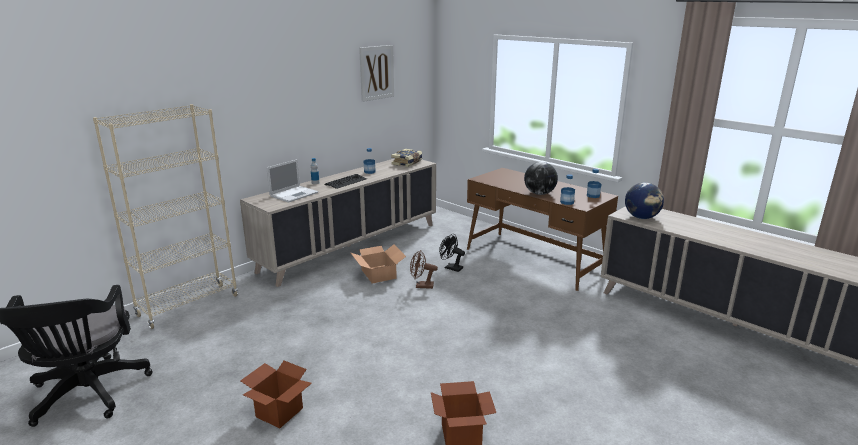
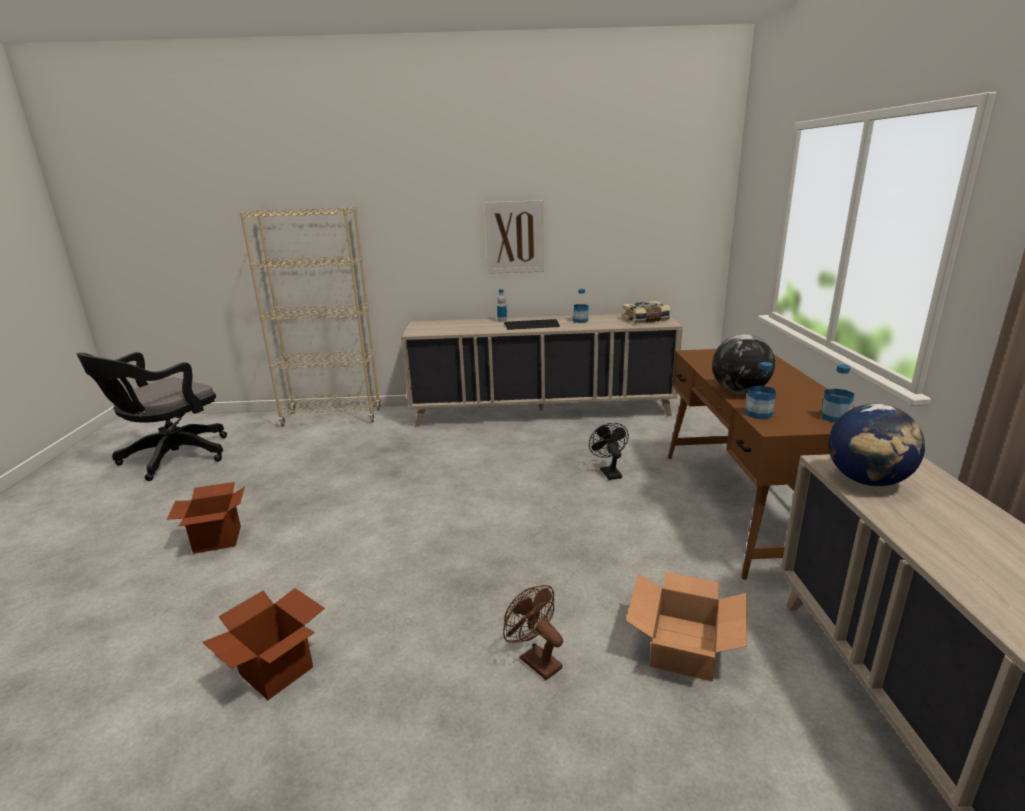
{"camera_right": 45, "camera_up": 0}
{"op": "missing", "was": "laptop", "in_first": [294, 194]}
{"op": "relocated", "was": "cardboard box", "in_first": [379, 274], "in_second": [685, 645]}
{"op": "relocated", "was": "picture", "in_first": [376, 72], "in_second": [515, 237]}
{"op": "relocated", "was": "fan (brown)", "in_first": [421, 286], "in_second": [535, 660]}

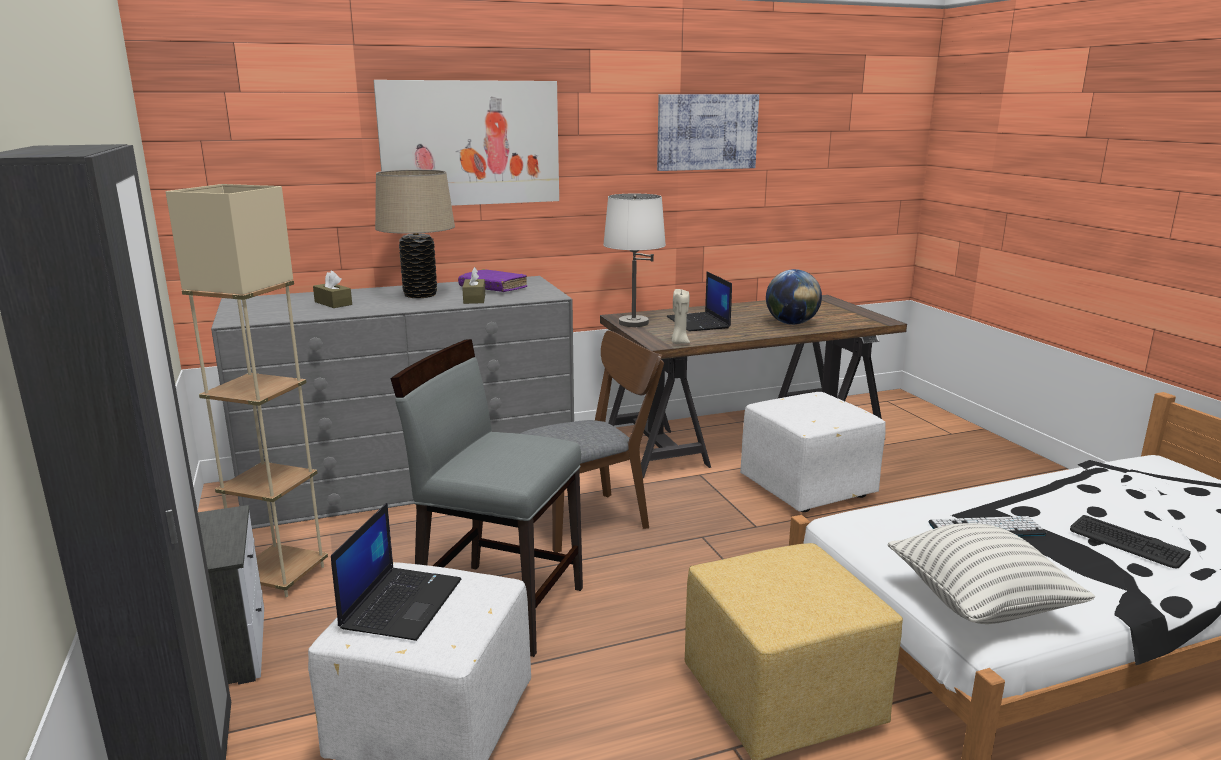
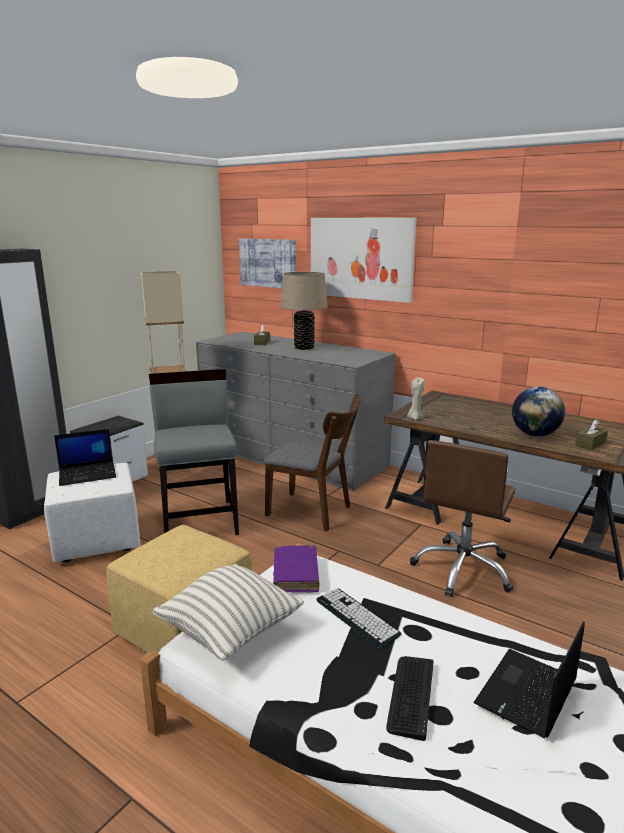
{"camera_right": 55, "camera_up": 0}
{"op": "relocated", "was": "book (purple)", "in_first": [493, 288], "in_second": [296, 575]}
{"op": "relocated", "was": "tissue box (brown)", "in_first": [474, 299], "in_second": [590, 444]}
{"op": "missing", "was": "table lamp (white)", "in_first": [633, 323]}
{"op": "relocated", "was": "picture", "in_first": [707, 132], "in_second": [268, 263]}
{"op": "relocated", "was": "laptop", "in_first": [699, 323], "in_second": [527, 694]}
{"op": "exchanged", "was": "ottoman (white)", "now": "office chair (brown)", "in_first": [807, 490], "in_second": [463, 569]}

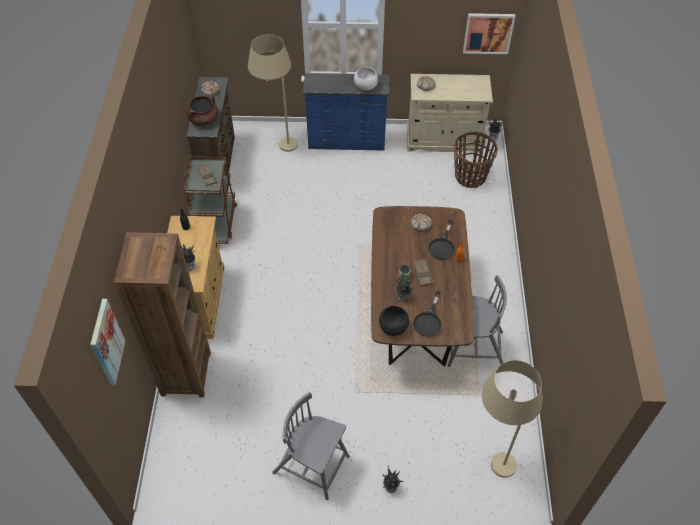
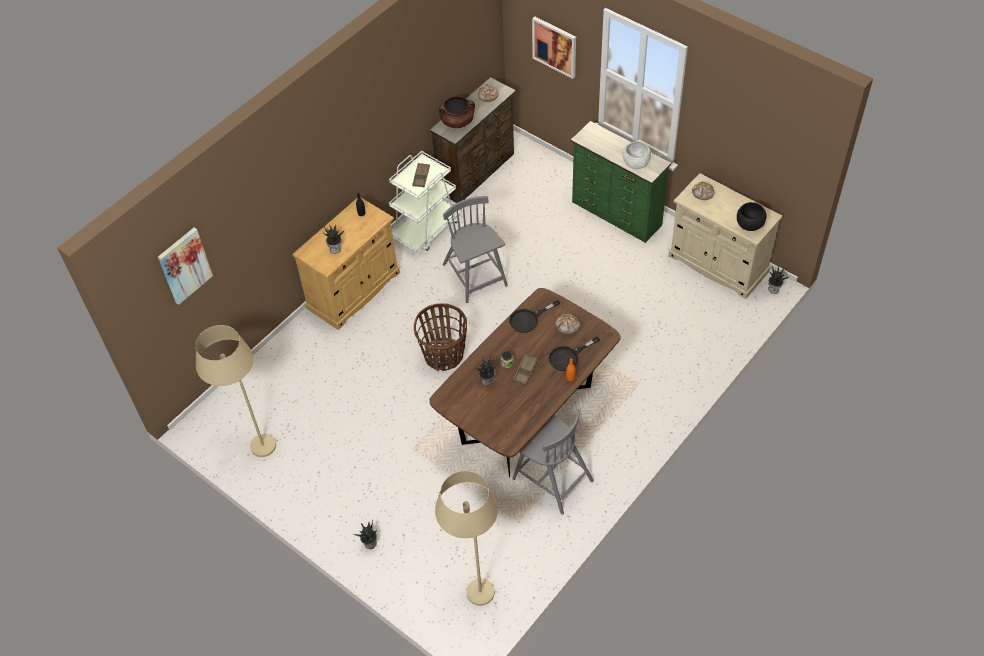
{"camera_right": 40, "camera_up": 0}
{"op": "missing", "was": "bookcase (brown)", "in_first": [186, 373]}
{"op": "colour", "was": "cart (brown)", "now": "cart (white)", "in_first": [215, 223], "in_second": [426, 228]}
{"op": "relocated", "was": "floor lamp (beige)", "in_first": [277, 145], "in_second": [252, 439]}
{"op": "relocated", "was": "chair (grey)", "in_first": [312, 465], "in_second": [475, 276]}
{"op": "colour", "was": "dresser (blue)", "now": "dresser (green)", "in_first": [347, 142], "in_second": [616, 214]}
{"op": "relocated", "was": "bowl (black)", "in_first": [393, 327], "in_second": [749, 225]}
{"op": "relocated", "was": "frying pan (black)", "in_first": [428, 320], "in_second": [528, 319]}
{"op": "relocated", "was": "basket", "in_first": [470, 176], "in_second": [444, 355]}
{"op": "relocated", "was": "picture", "in_first": [488, 33], "in_second": [554, 46]}

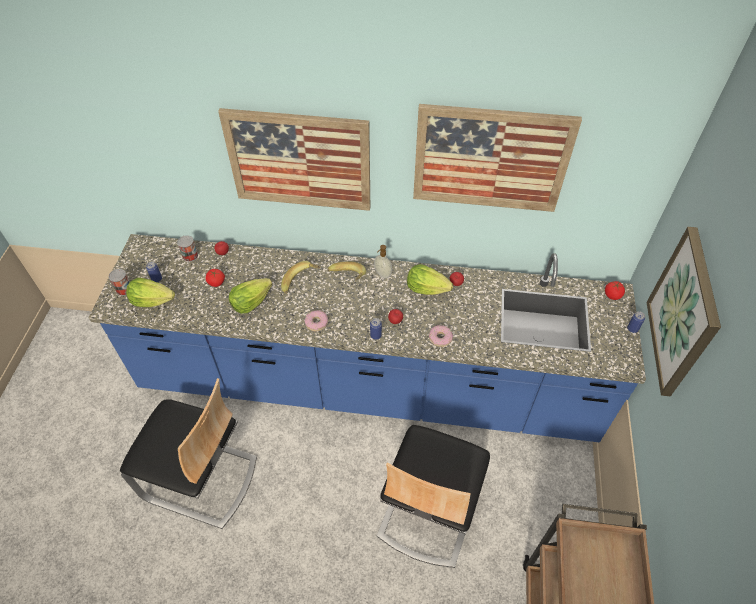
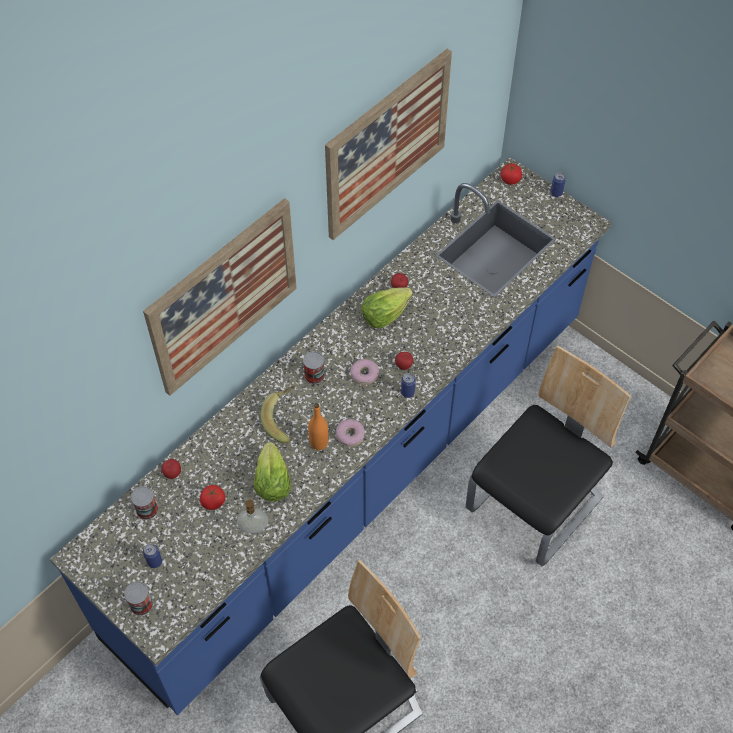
{"camera_right": -55, "camera_up": 5}
{"op": "missing", "was": "lettuce", "in_first": [152, 301]}
{"op": "exchanged", "was": "banana", "now": "can", "in_first": [347, 279], "in_second": [314, 375]}
{"op": "relocated", "was": "soap dispenser", "in_first": [382, 274], "in_second": [254, 529]}
{"op": "spun", "was": "chair", "in_first": [429, 509], "in_second": [535, 504], "clockwise": -105}
{"op": "relocated", "was": "donut", "in_first": [440, 338], "in_second": [364, 374]}
{"op": "missing", "was": "picture", "in_first": [683, 313]}
{"op": "appeared", "now": "bottle (orange)", "in_second": [319, 443]}

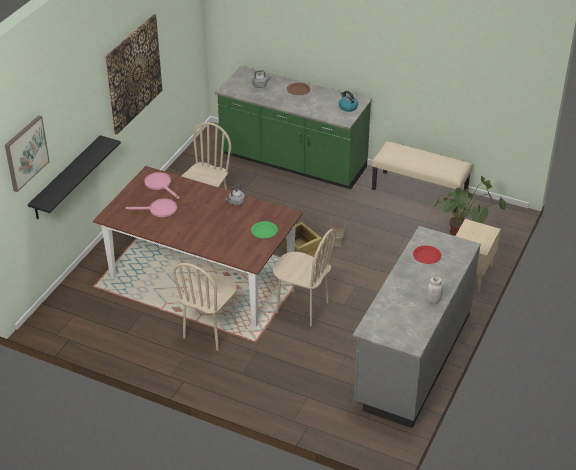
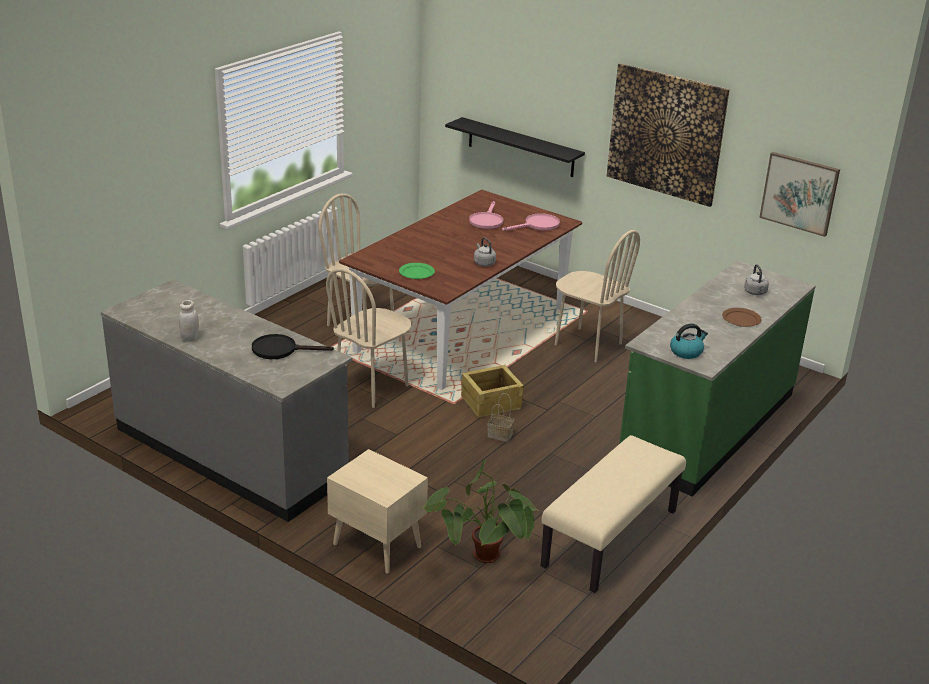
{"camera_right": 100, "camera_up": -10}
{"op": "relocated", "was": "picture", "in_first": [26, 153], "in_second": [799, 193]}
{"op": "exchanged", "was": "plate (red)", "now": "frying pan (black)", "in_first": [426, 256], "in_second": [281, 350]}

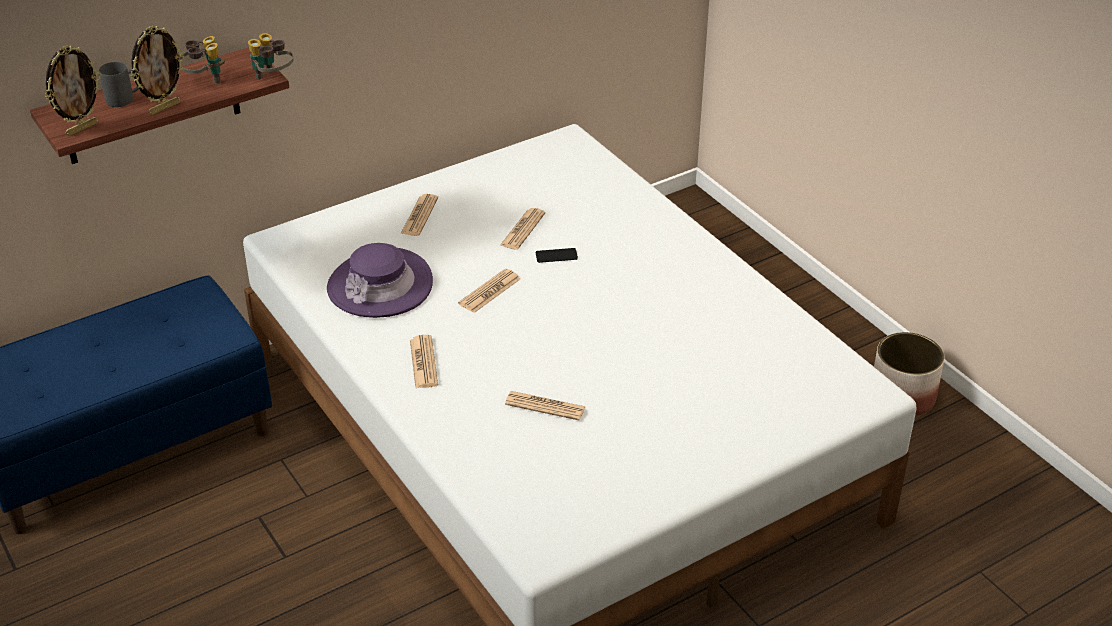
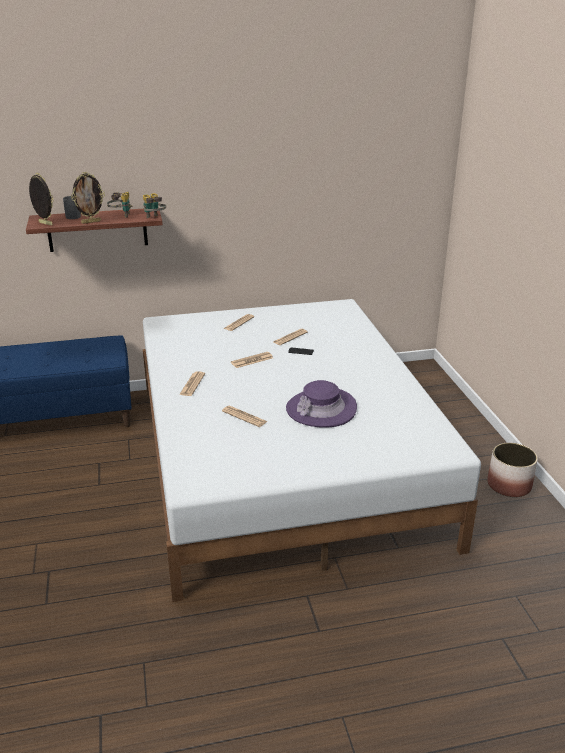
{"camera_right": 20, "camera_up": -10}
{"op": "spun", "was": "picture frame", "in_first": [82, 128], "in_second": [44, 224], "clockwise": -120}
{"op": "relocated", "was": "hat (purple)", "in_first": [380, 285], "in_second": [321, 409]}

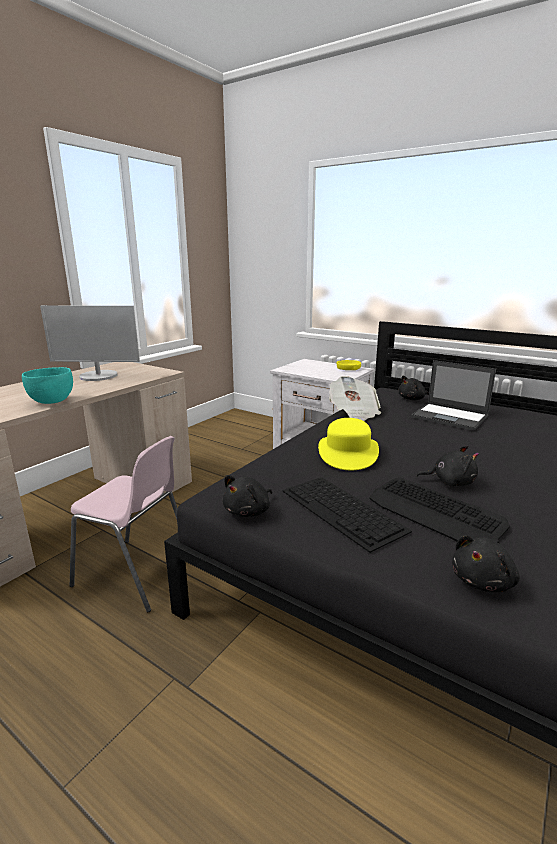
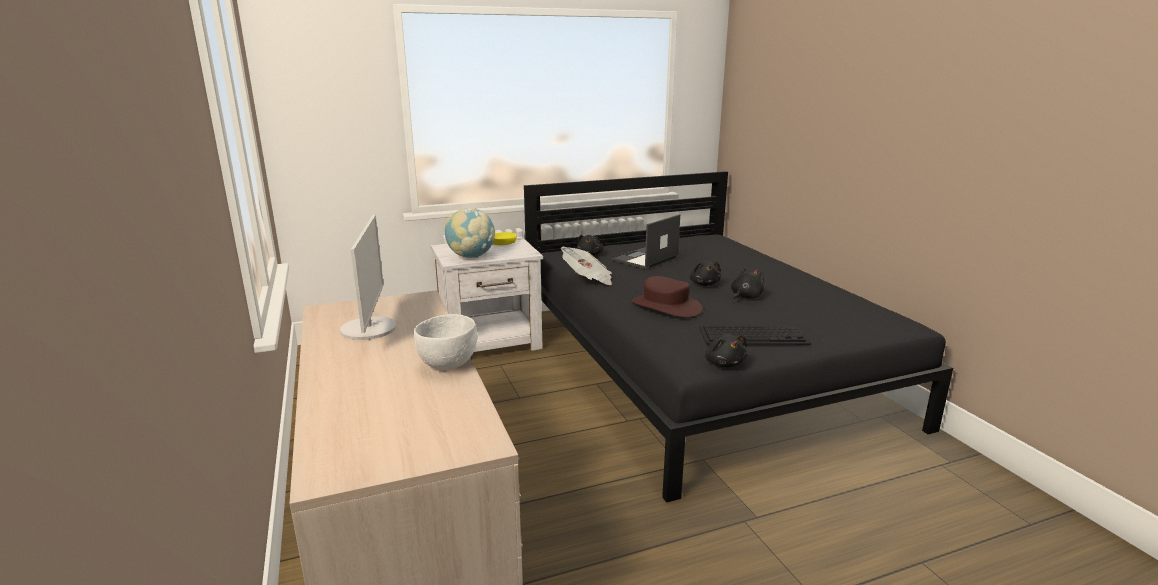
{"camera_right": -55, "camera_up": 0}
{"op": "colour", "was": "bowl (turquoise)", "now": "bowl (white)", "in_first": [52, 402], "in_second": [448, 364]}
{"op": "spun", "was": "monitor", "in_first": [98, 376], "in_second": [369, 329], "clockwise": -45}
{"op": "missing", "was": "chair (pink)", "in_first": [136, 575]}
{"op": "colour", "was": "hat (yellow)", "now": "hat (brown)", "in_first": [348, 452], "in_second": [665, 306]}
{"op": "missing", "was": "keyboard", "in_first": [435, 512]}
{"op": "spun", "was": "laptop", "in_first": [450, 417], "in_second": [645, 259], "clockwise": 150}
{"op": "relocated", "was": "plush toy (black)", "in_first": [483, 581], "in_second": [704, 284]}
{"op": "appeared", "now": "globe", "in_second": [471, 256]}

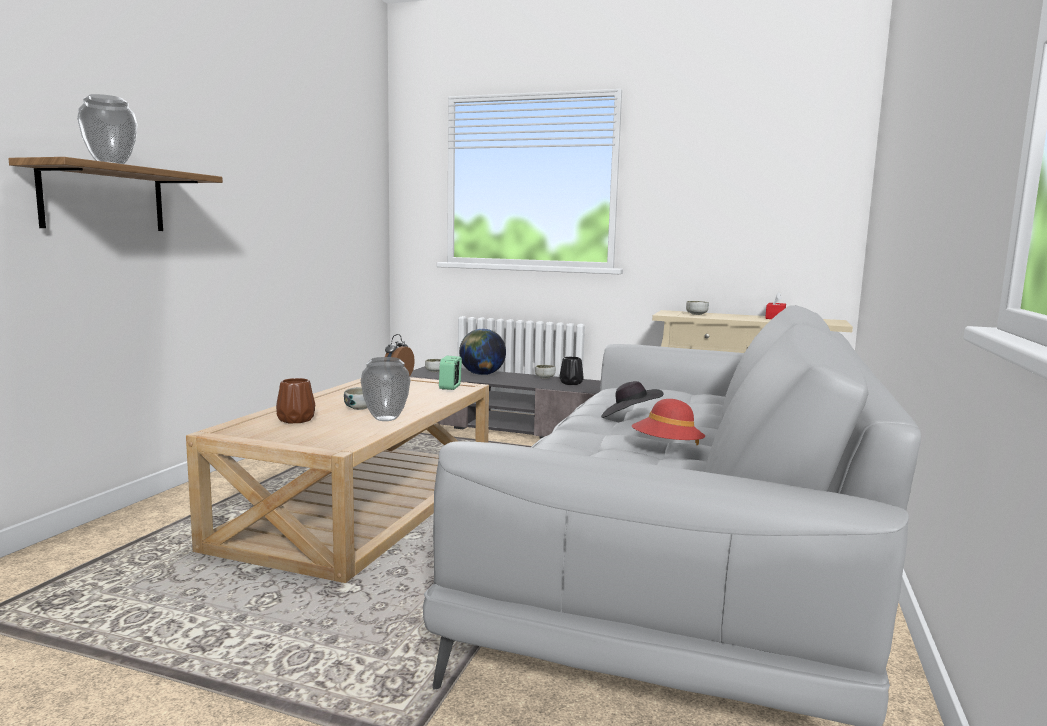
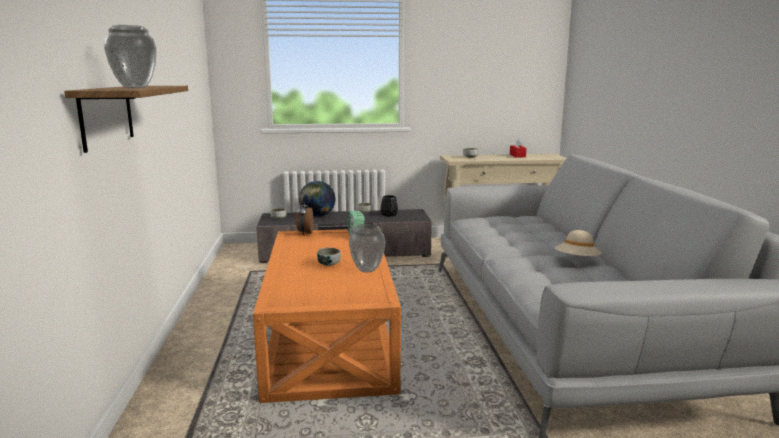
{"camera_right": -25, "camera_up": 5}
{"op": "colour", "was": "coffee table (beige)", "now": "coffee table (orange)", "in_first": [365, 506], "in_second": [331, 335]}
{"op": "missing", "was": "vase (brown)", "in_first": [295, 420]}
{"op": "missing", "was": "hat (black)", "in_first": [629, 418]}
{"op": "colour", "was": "hat (red)", "now": "hat (beige)", "in_first": [667, 448], "in_second": [577, 261]}

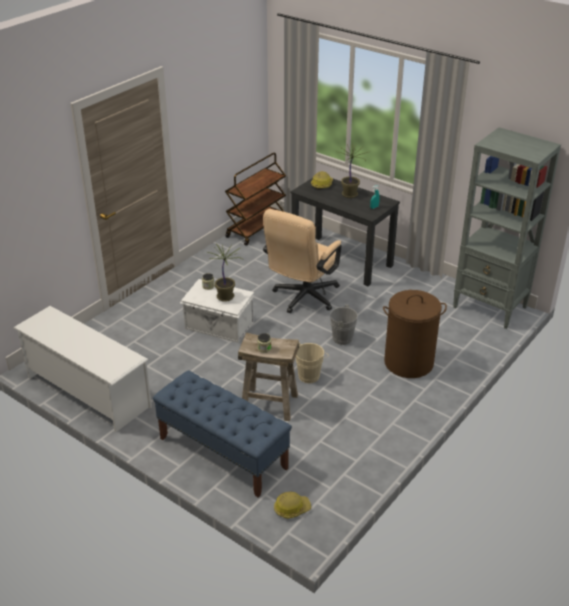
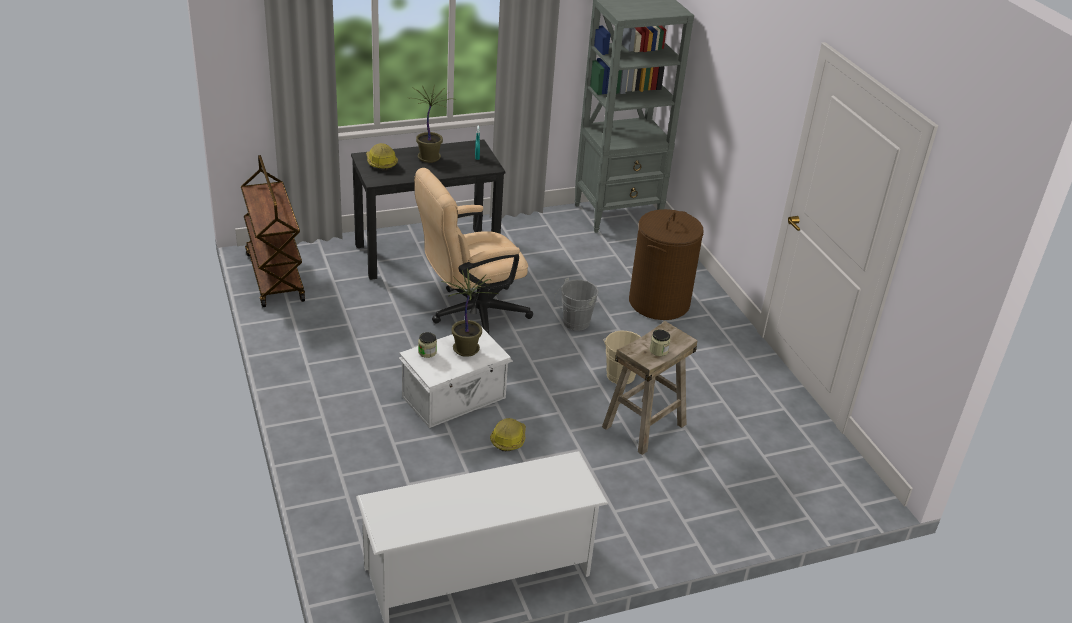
{"camera_right": -60, "camera_up": 0}
{"op": "missing", "was": "bench (blue)", "in_first": [222, 453]}
{"op": "spun", "was": "office chair (beige)", "in_first": [302, 298], "in_second": [470, 313], "clockwise": 90}
{"op": "relocated", "was": "hard hat", "in_first": [291, 508], "in_second": [508, 439]}

